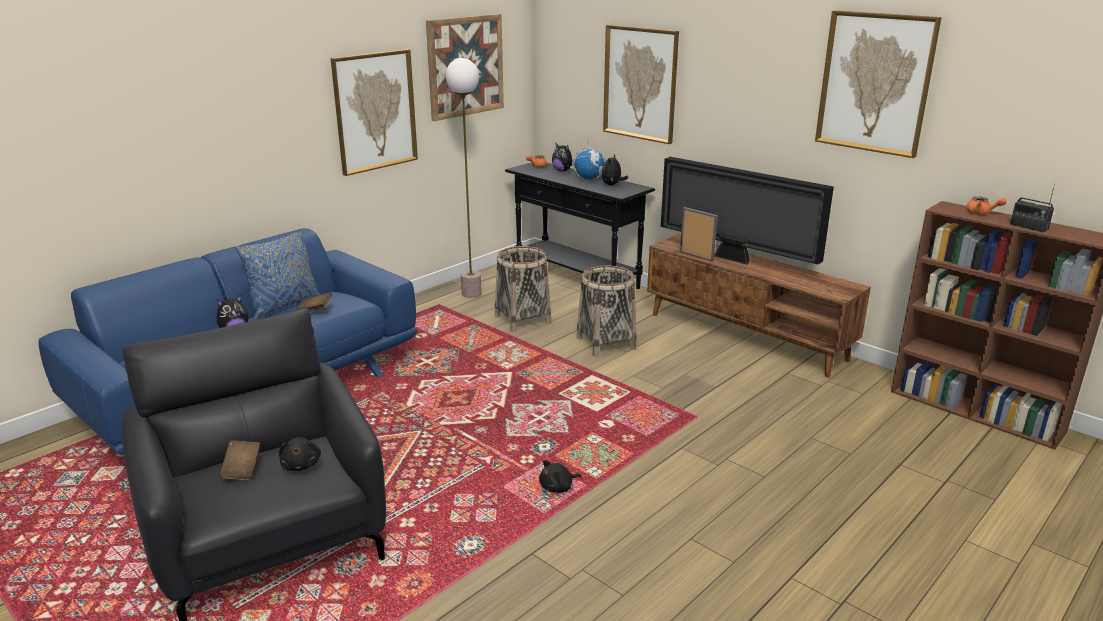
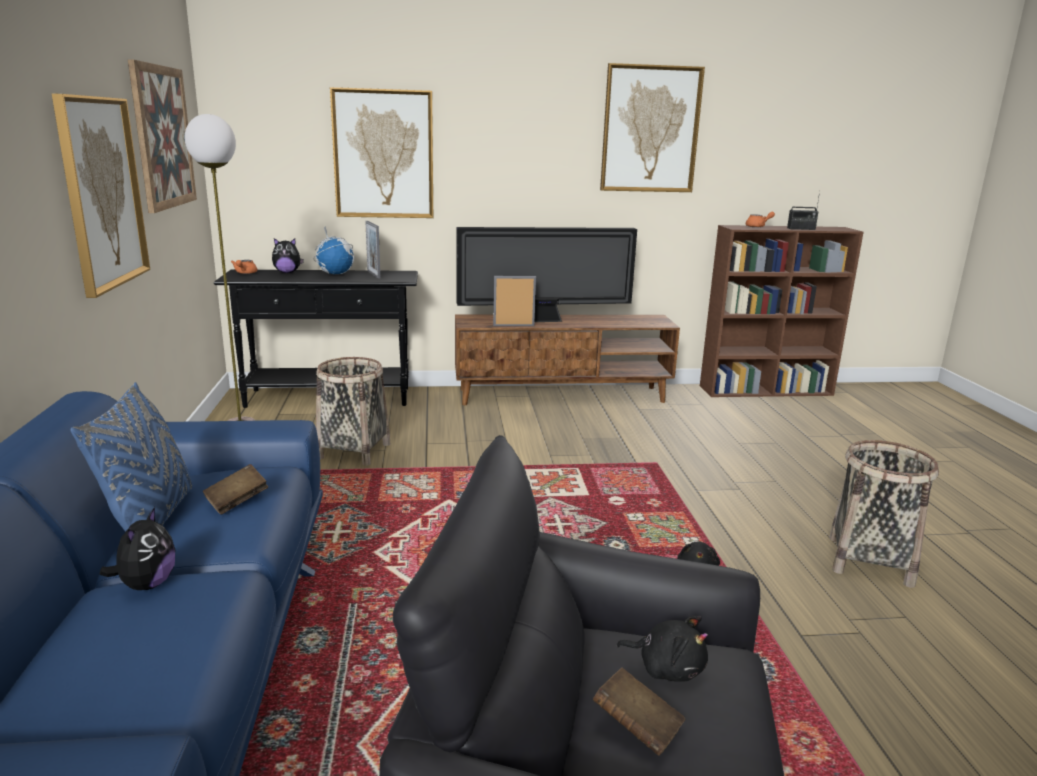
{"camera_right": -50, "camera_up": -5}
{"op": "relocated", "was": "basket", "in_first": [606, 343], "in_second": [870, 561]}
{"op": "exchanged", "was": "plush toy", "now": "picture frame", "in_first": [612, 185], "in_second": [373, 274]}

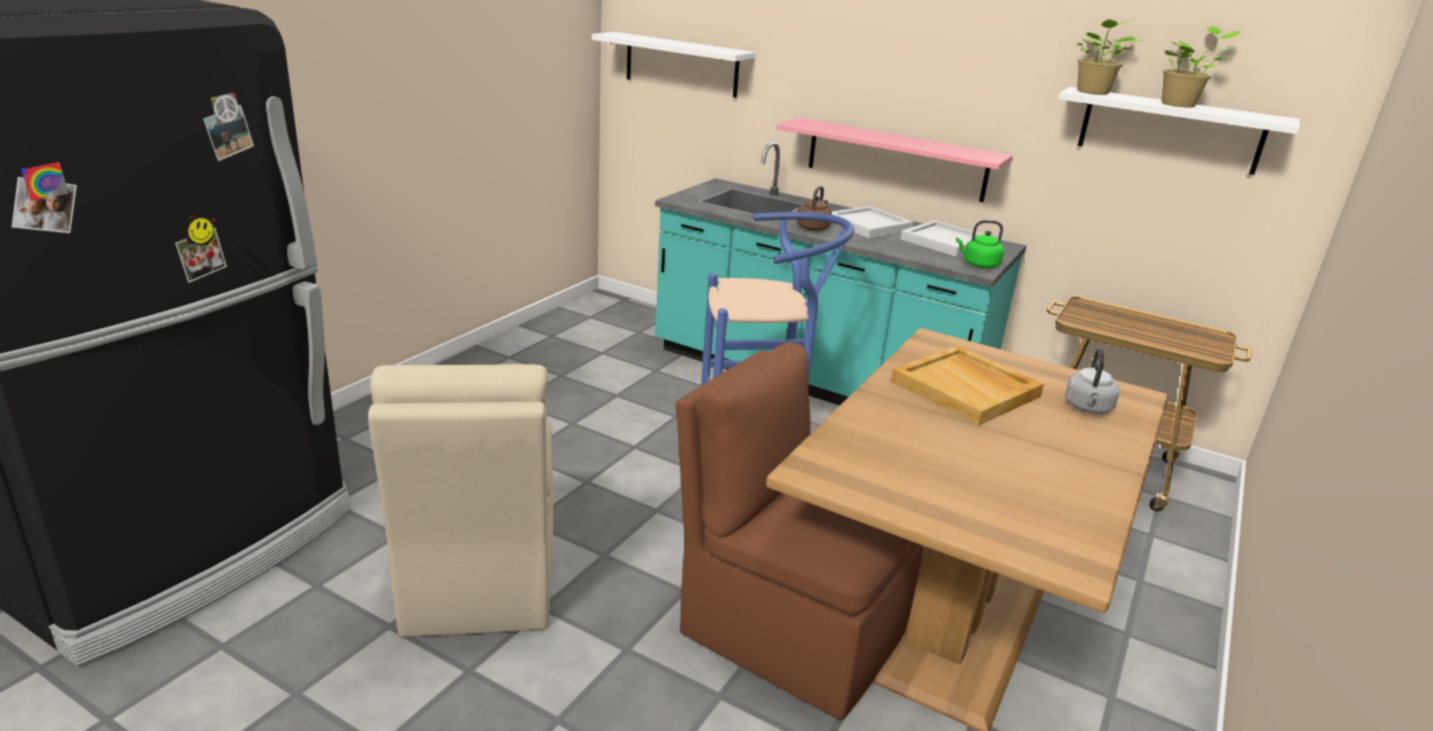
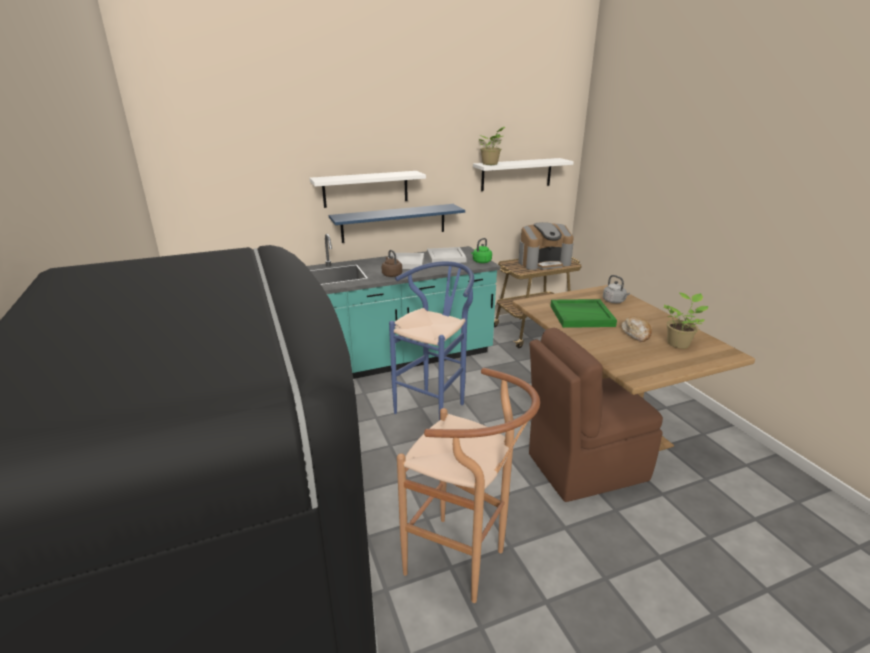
{"camera_right": -50, "camera_up": 0}
{"op": "exchanged", "was": "chair (beige)", "now": "stool (brown)", "in_first": [479, 578], "in_second": [464, 564]}
{"op": "relocated", "was": "shelf (white)", "in_first": [681, 65], "in_second": [365, 189]}
{"op": "colour", "was": "shelf (pink)", "now": "shelf (blue)", "in_first": [896, 159], "in_second": [394, 223]}
{"op": "colour", "was": "tray (beige)", "now": "tray (green)", "in_first": [967, 389], "in_second": [582, 315]}
{"op": "relocated", "was": "potted plant", "in_first": [1180, 105], "in_second": [678, 343]}
{"op": "appeared", "now": "coffee machine", "in_second": [543, 262]}
{"op": "appeared", "now": "bread", "in_second": [636, 334]}

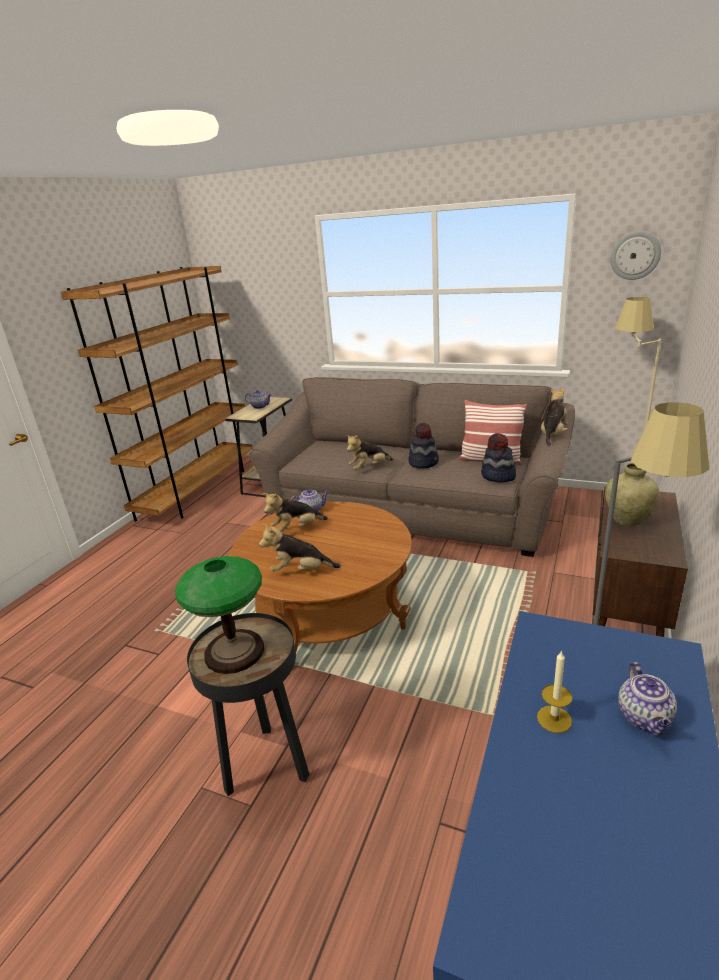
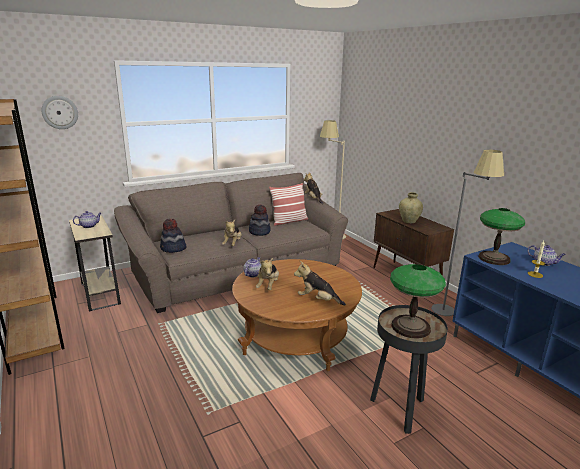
{"camera_right": -55, "camera_up": -5}
{"op": "spun", "was": "plush toy", "in_first": [300, 571], "in_second": [318, 300], "clockwise": 75}
{"op": "relocated", "was": "hat", "in_first": [498, 476], "in_second": [173, 249]}
{"op": "relocated", "was": "wall clock", "in_first": [635, 255], "in_second": [60, 112]}
{"op": "appeared", "now": "table lamp", "in_second": [493, 258]}

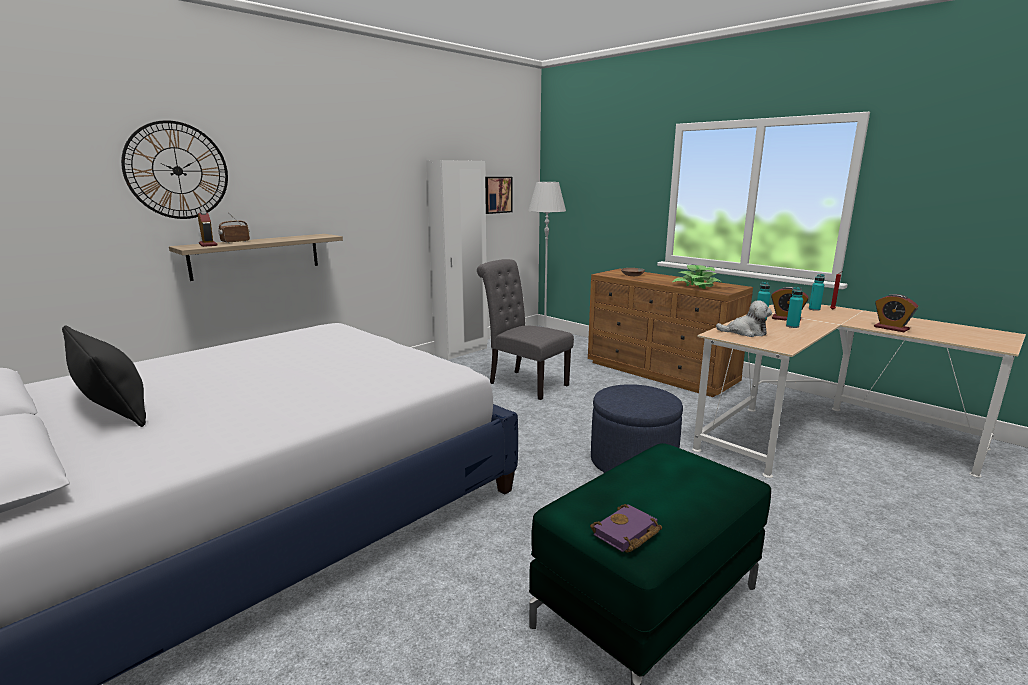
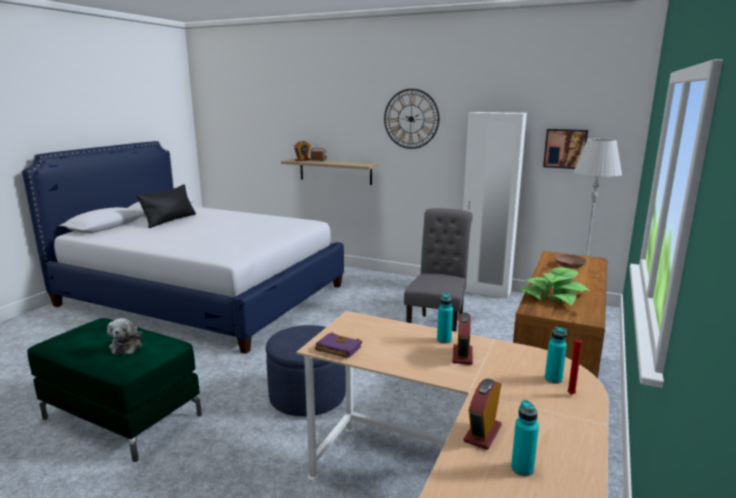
{"camera_right": 70, "camera_up": 0}
{"op": "relocated", "was": "wall clock", "in_first": [177, 170], "in_second": [411, 119]}
{"op": "relocated", "was": "book (purple)", "in_first": [626, 534], "in_second": [337, 349]}
{"op": "relocated", "was": "plush toy", "in_first": [745, 332], "in_second": [127, 346]}
{"op": "relocated", "was": "bottle (turquoise)", "in_first": [792, 326], "in_second": [522, 468]}

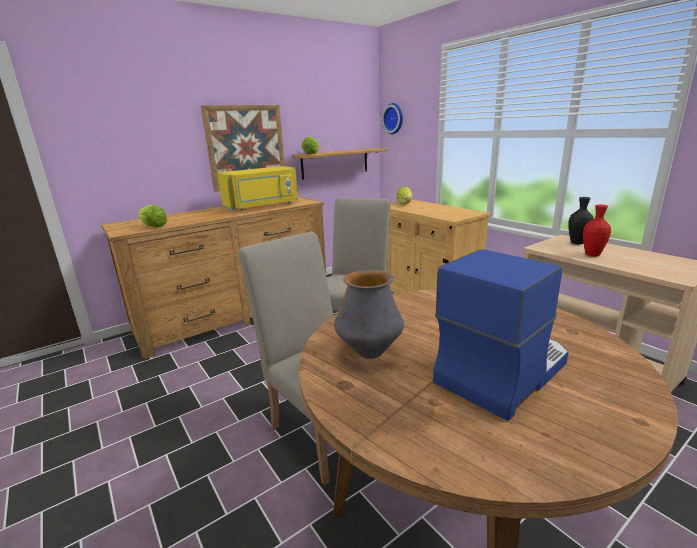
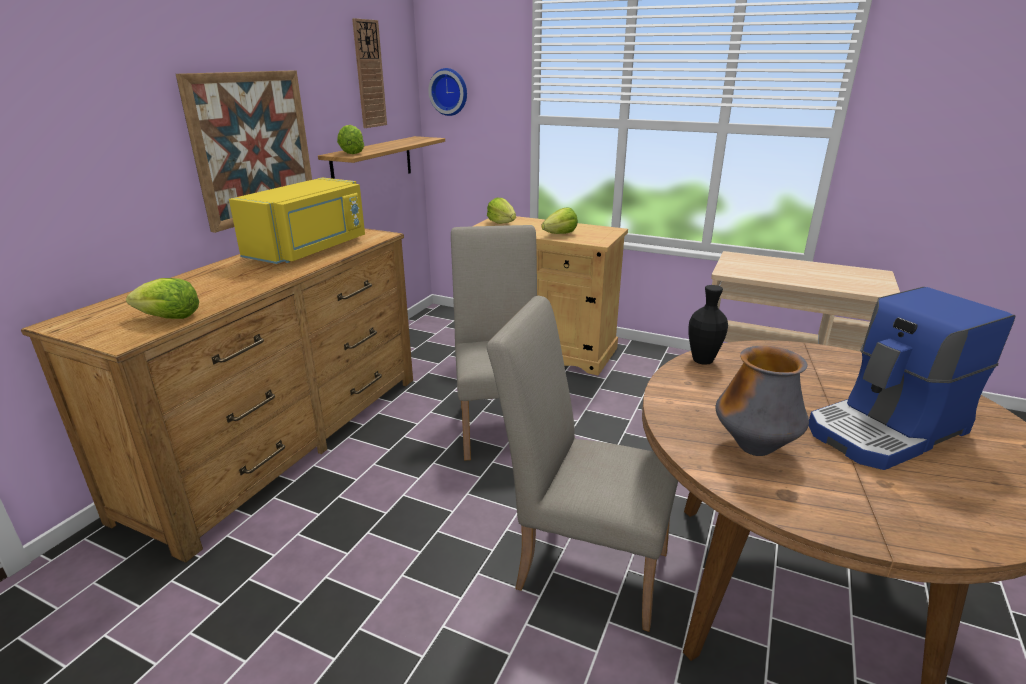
{"camera_right": -30, "camera_up": 5}
{"op": "spun", "was": "coffee machine", "in_first": [500, 371], "in_second": [887, 431], "clockwise": -135}
{"op": "relocated", "was": "vase (black)", "in_first": [577, 243], "in_second": [702, 360]}
{"op": "missing", "was": "vase (red)", "in_first": [592, 255]}
{"op": "appeared", "now": "wall clock", "in_second": [369, 74]}
{"op": "appeared", "now": "lettuce", "in_second": [560, 234]}

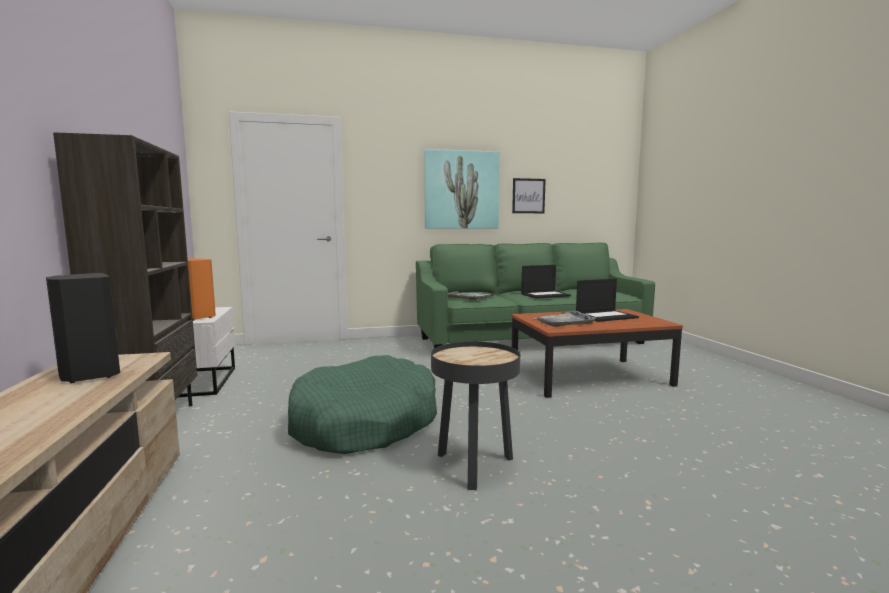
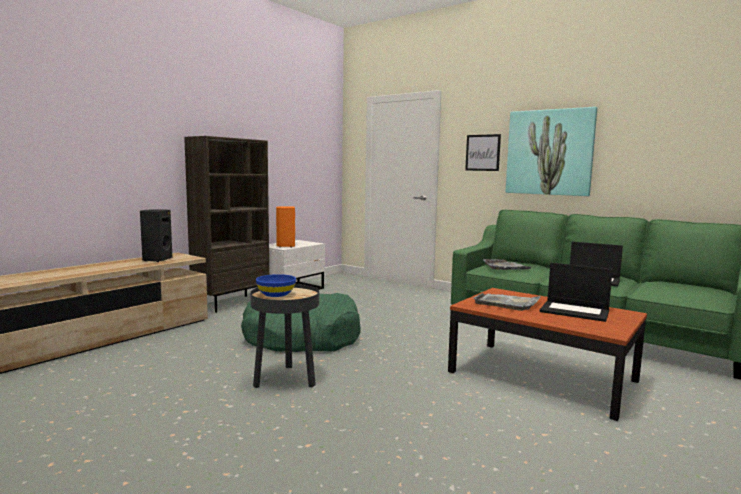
{"camera_right": 50, "camera_up": 0}
{"op": "relocated", "was": "picture", "in_first": [528, 196], "in_second": [482, 152]}
{"op": "appeared", "now": "bowl (blue)", "in_second": [276, 294]}

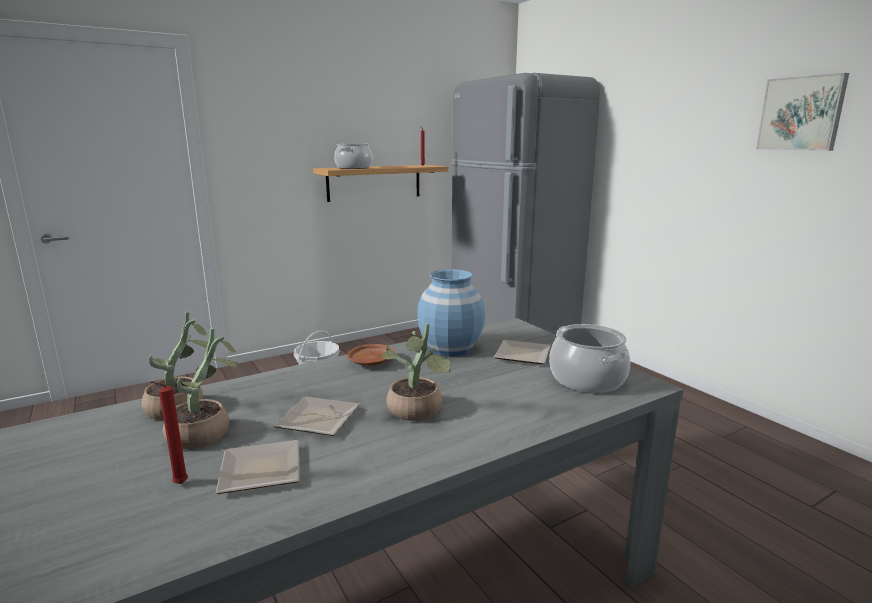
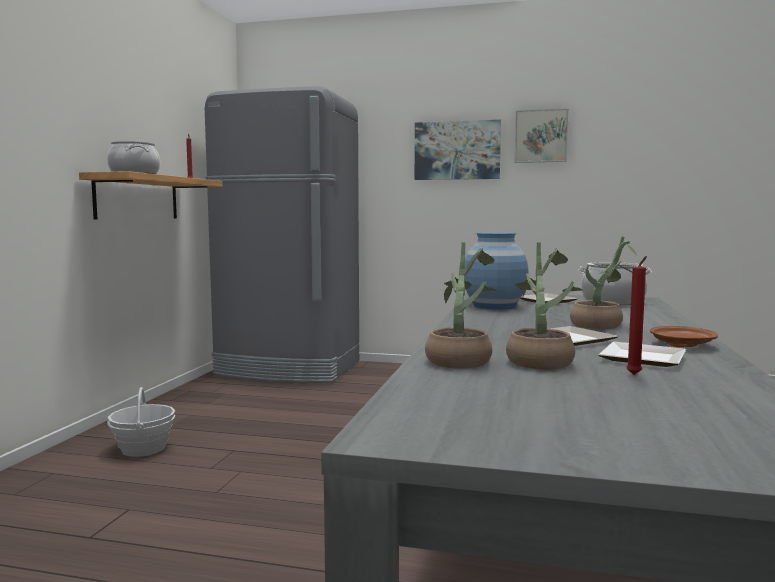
{"camera_right": -45, "camera_up": -10}
{"op": "relocated", "was": "plate (brown)", "in_first": [371, 362], "in_second": [681, 344]}
{"op": "appeared", "now": "picture", "in_second": [457, 150]}

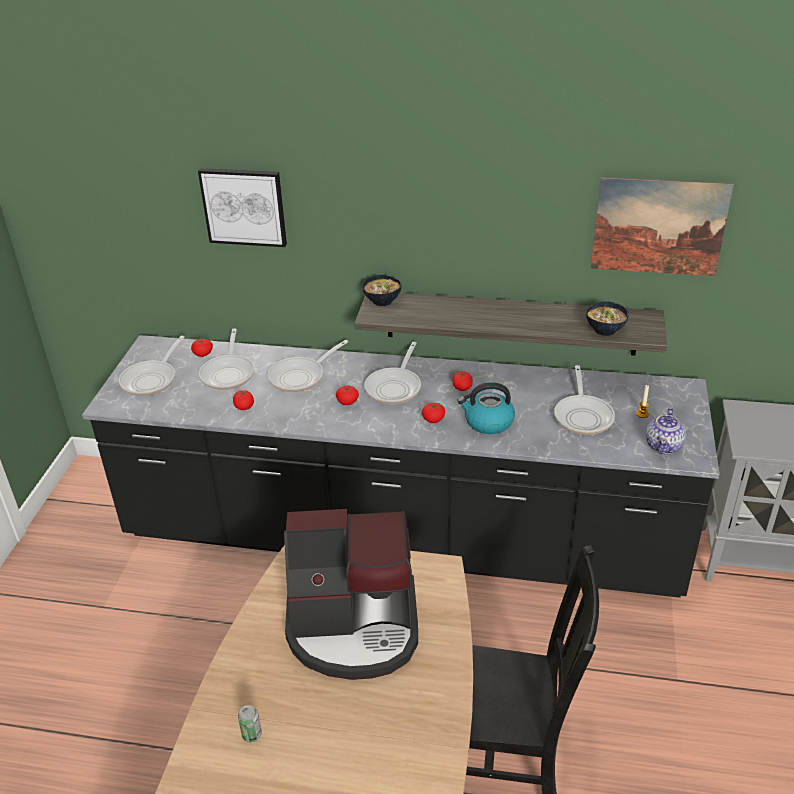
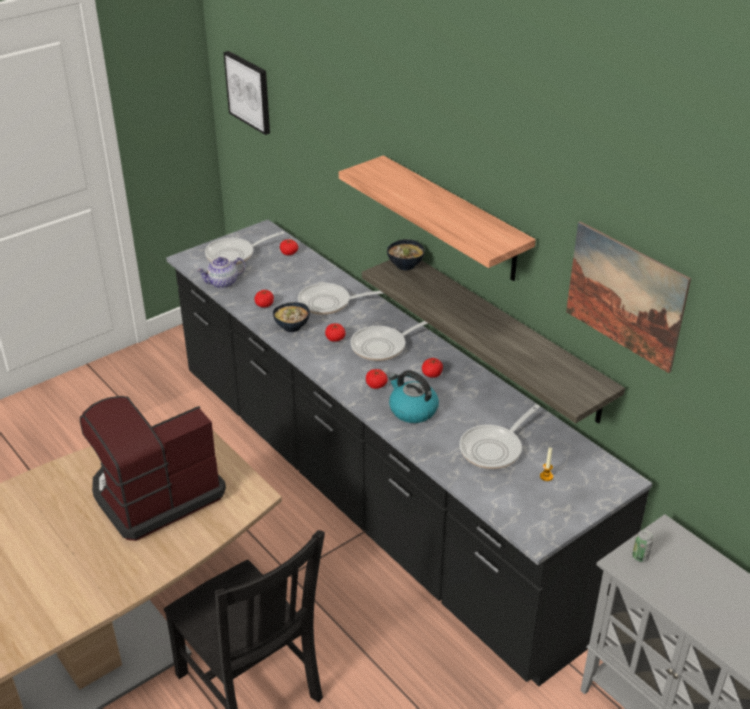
{"camera_right": 40, "camera_up": 0}
{"op": "relocated", "was": "picture", "in_first": [244, 206], "in_second": [249, 92]}
{"op": "missing", "was": "frying pan", "in_first": [228, 373]}
{"op": "relocated", "was": "can", "in_first": [252, 734], "in_second": [640, 556]}
{"op": "spun", "was": "coffee machine", "in_first": [354, 627], "in_second": [155, 494], "clockwise": 105}
{"op": "relocated", "was": "bowl", "in_first": [606, 330], "in_second": [292, 327]}
{"op": "relocated", "was": "teapot", "in_first": [664, 445], "in_second": [223, 283]}
{"op": "appeared", "now": "shelf", "in_second": [453, 219]}

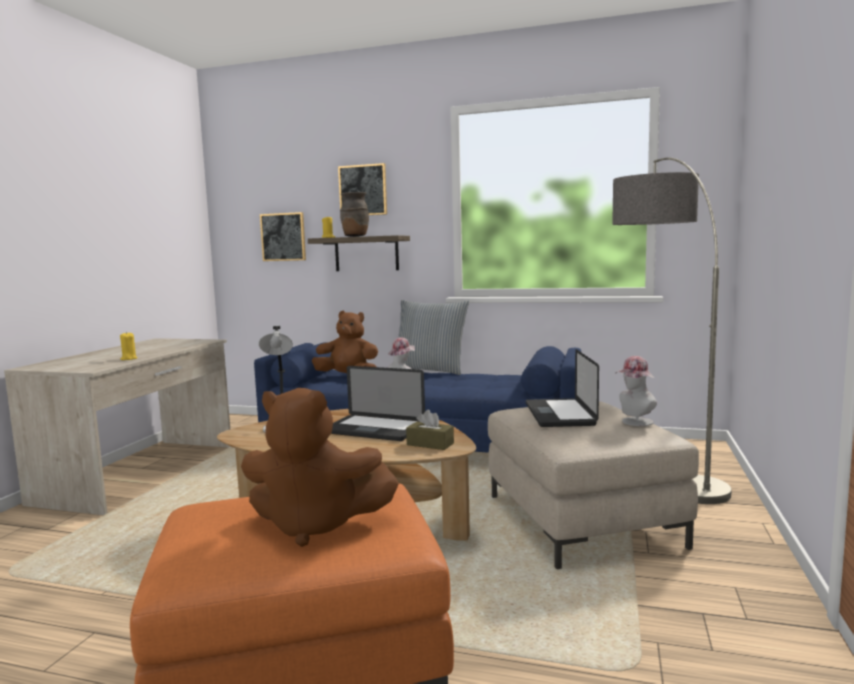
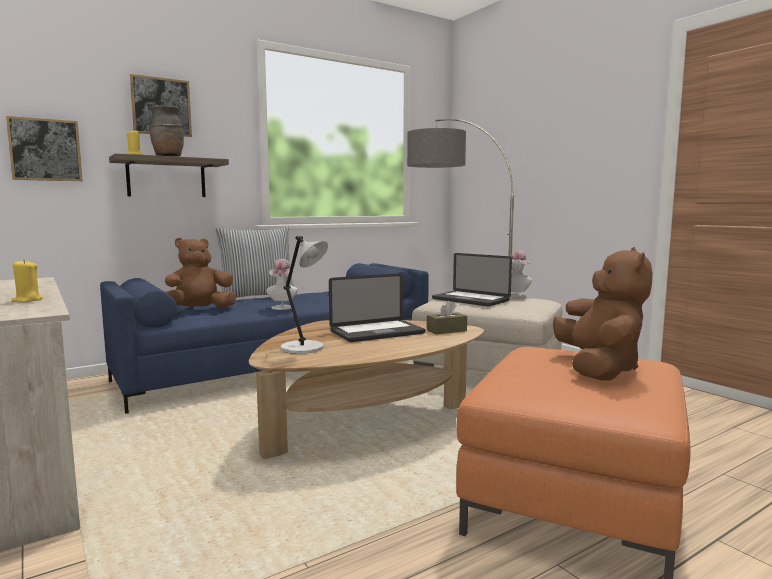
{"camera_right": -50, "camera_up": 0}
{"op": "spun", "was": "plush toy (brown)", "in_first": [315, 525], "in_second": [598, 369], "clockwise": -45}

